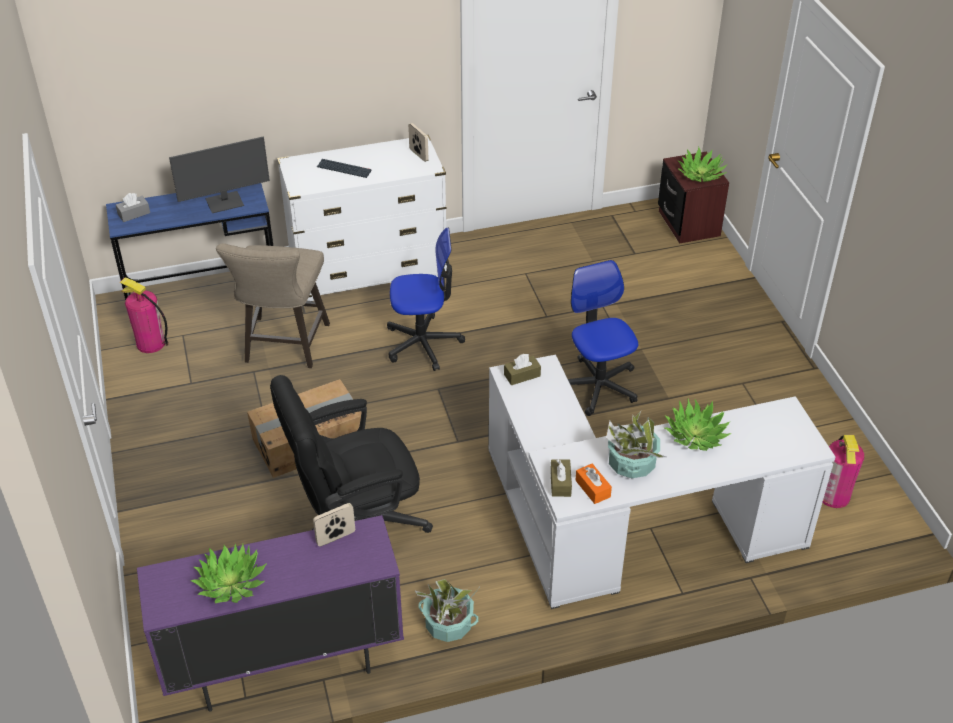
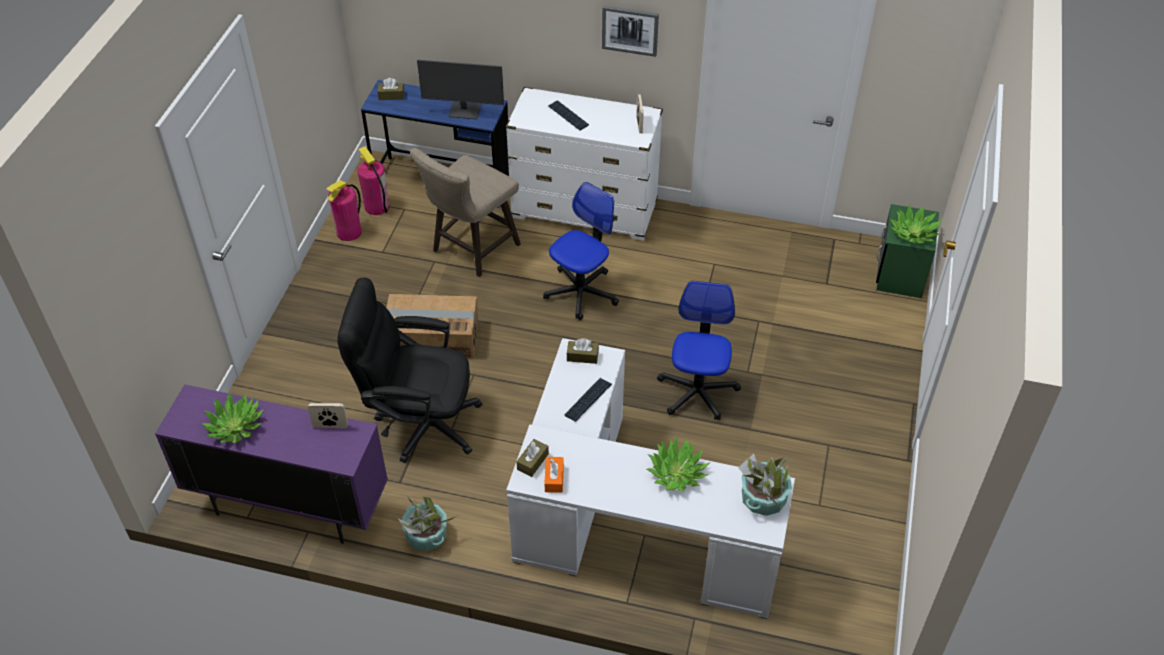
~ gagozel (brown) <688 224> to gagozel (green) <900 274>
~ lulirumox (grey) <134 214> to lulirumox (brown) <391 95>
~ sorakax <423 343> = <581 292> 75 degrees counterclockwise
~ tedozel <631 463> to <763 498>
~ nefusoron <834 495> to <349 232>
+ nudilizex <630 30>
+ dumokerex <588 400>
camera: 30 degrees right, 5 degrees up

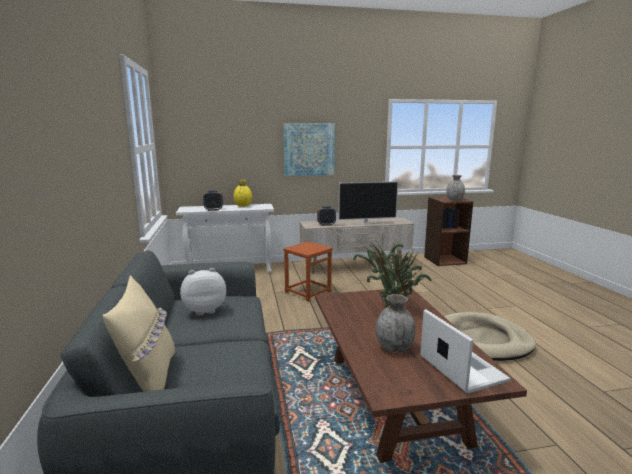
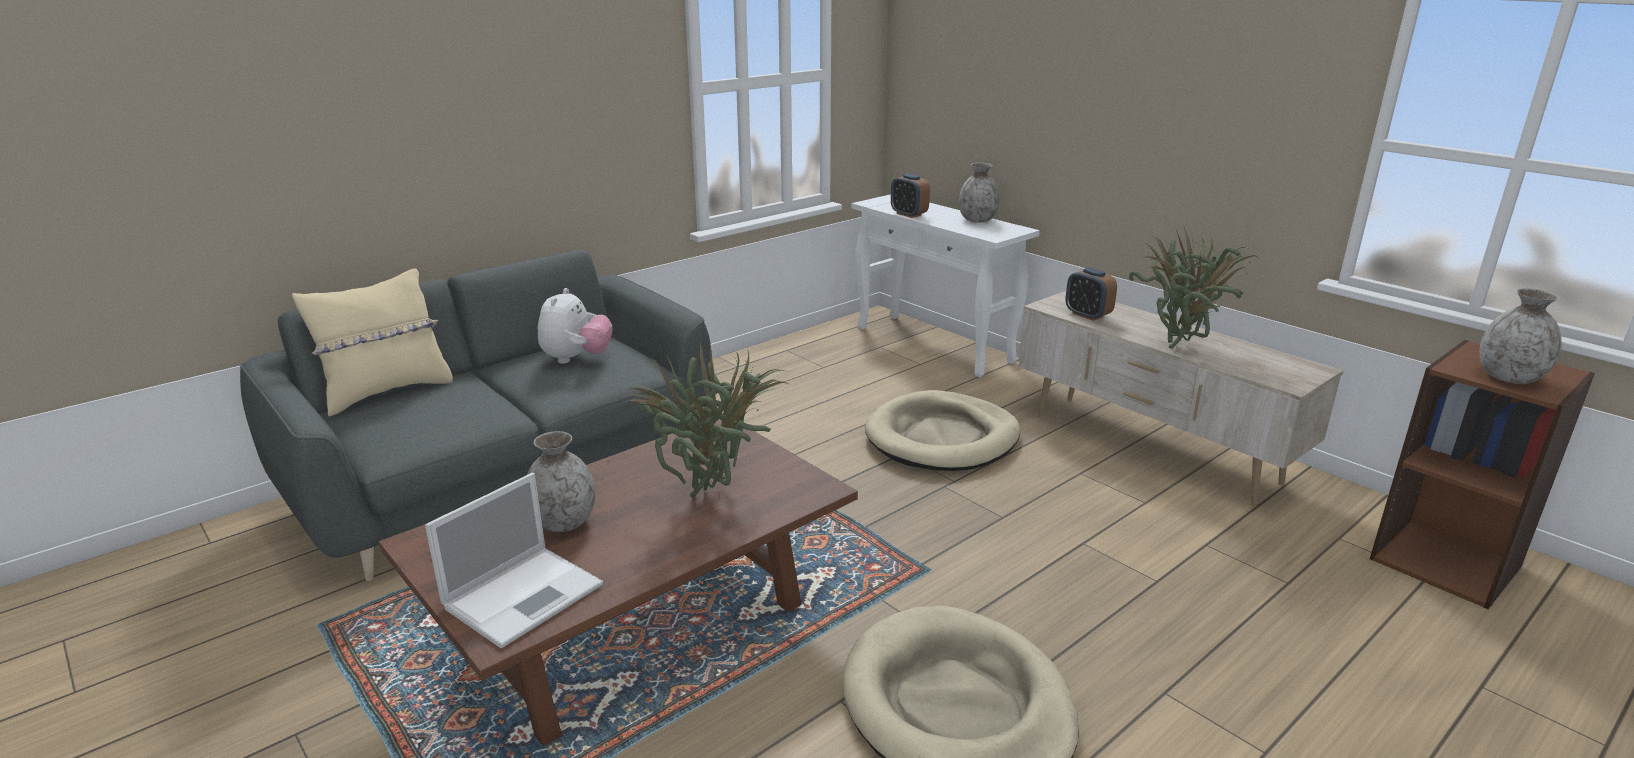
- nudilizex <309 149>
~ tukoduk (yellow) <243 206> to tukoduk (grey) <977 220>
~ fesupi <366 223> to tedozel <1183 346>
~ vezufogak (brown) <308 291> to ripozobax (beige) <942 438>
~ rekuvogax <204 310> = <576 359> 60 degrees clockwise
camera: 60 degrees right, 10 degrees up

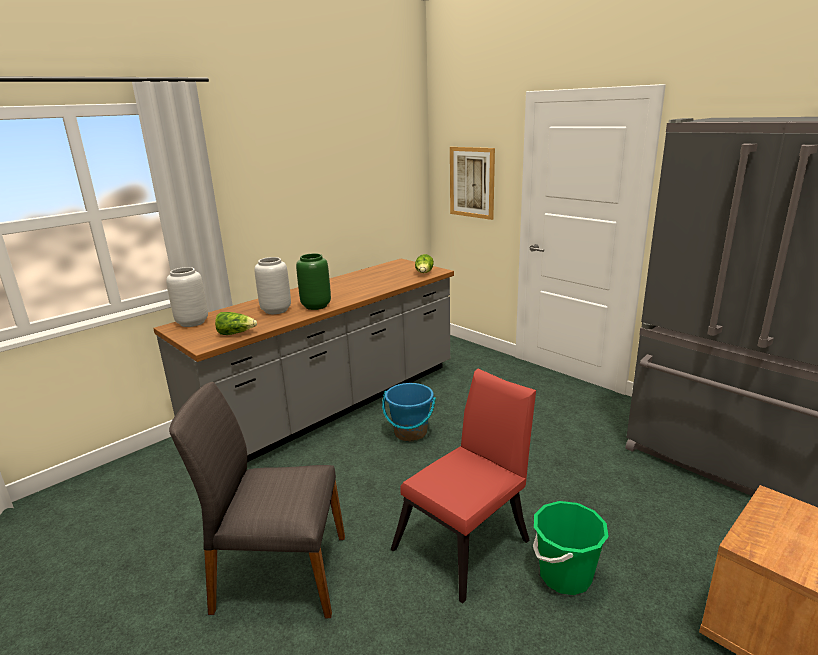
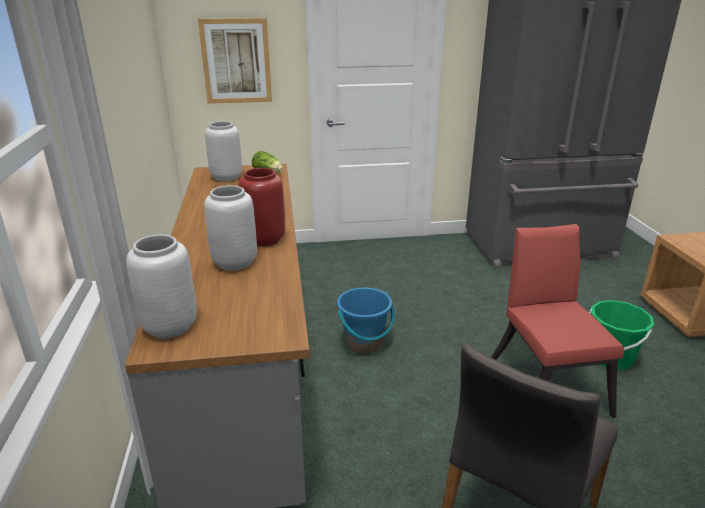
~ tukoduk (green) <316 306> to tukoduk (red) <265 239>
- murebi <236 333>
+ tukoduk (grey) <227 177>
camera: 55 degrees left, 5 degrees up

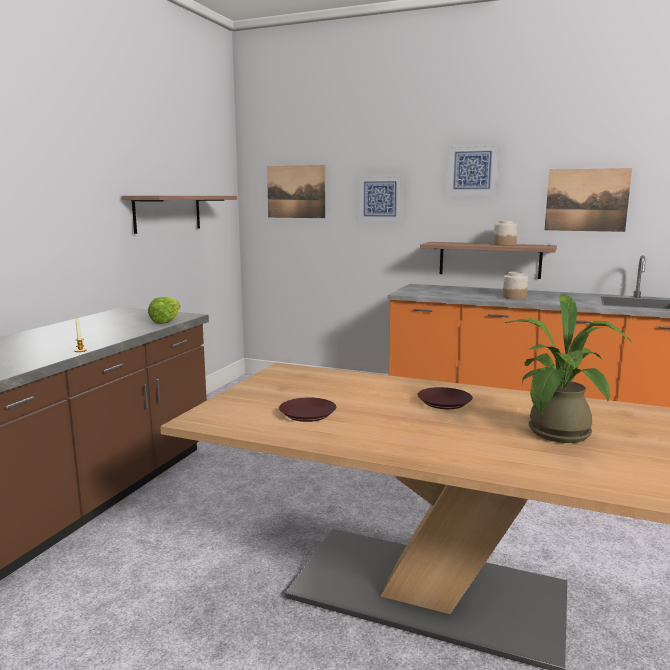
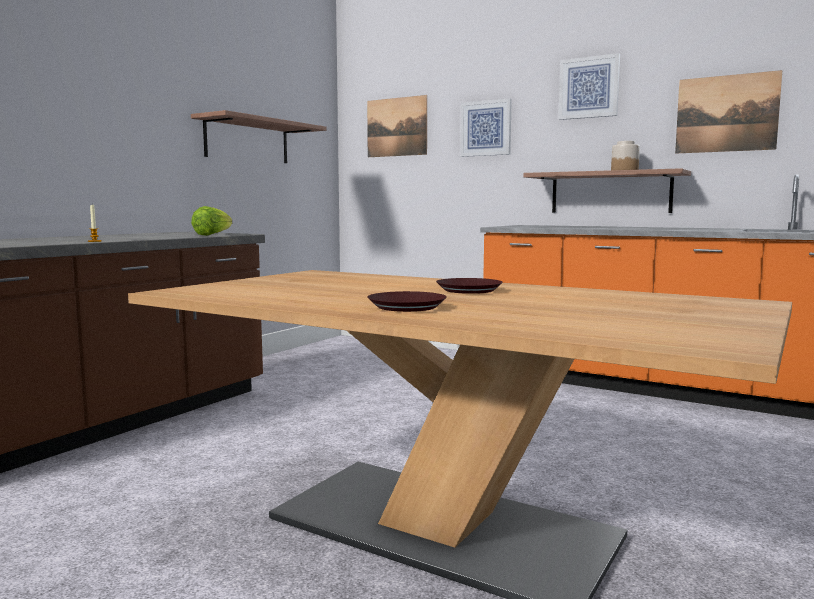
- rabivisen <514 297>
- tedozel <557 436>
~ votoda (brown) <307 414> to <406 307>
camera: 10 degrees right, 5 degrees down

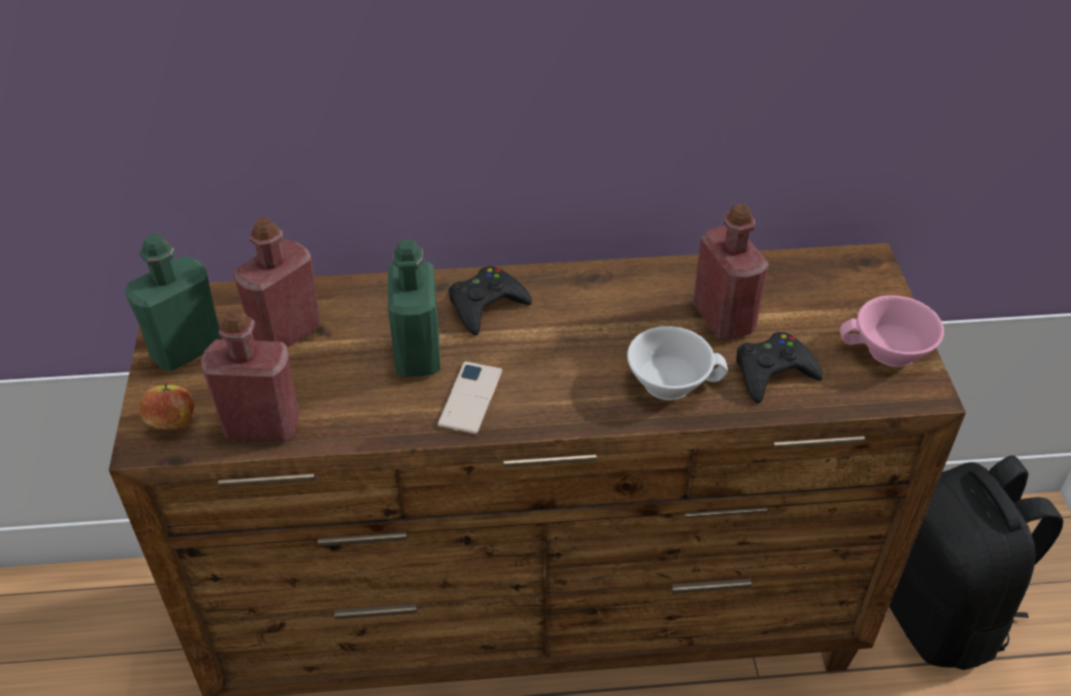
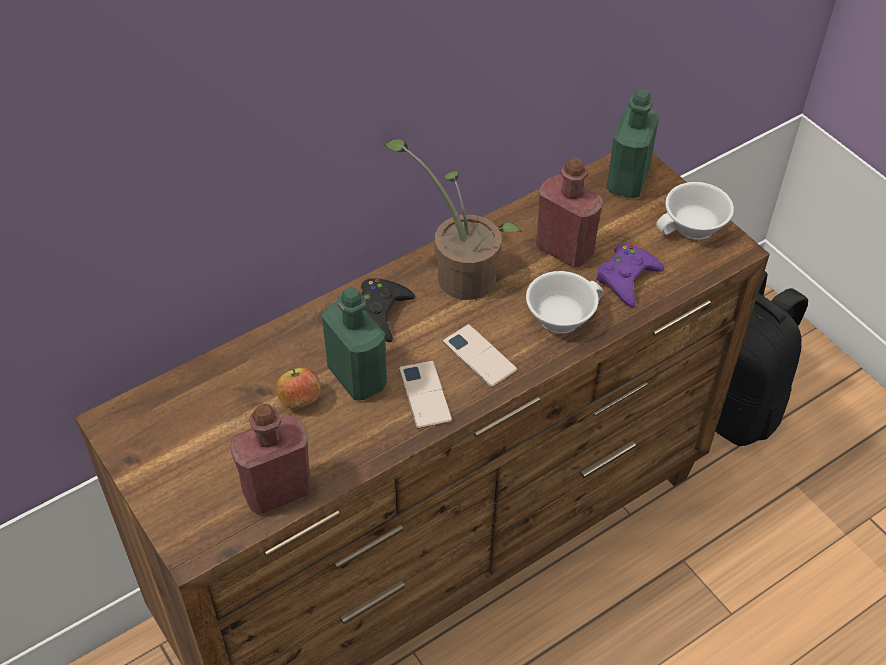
- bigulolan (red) <286 332>
~ bigulolan (green) <187 349> to <627 181>
~ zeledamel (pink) <889 351> to zeledamel (white) <694 228>
~ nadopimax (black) <773 372> to nadopimax (purple) <627 278>
~ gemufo <172 423> to <300 400>
+ tedozel <459 272>
+ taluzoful <479 356>
camera: 30 degrees left, 5 degrees up

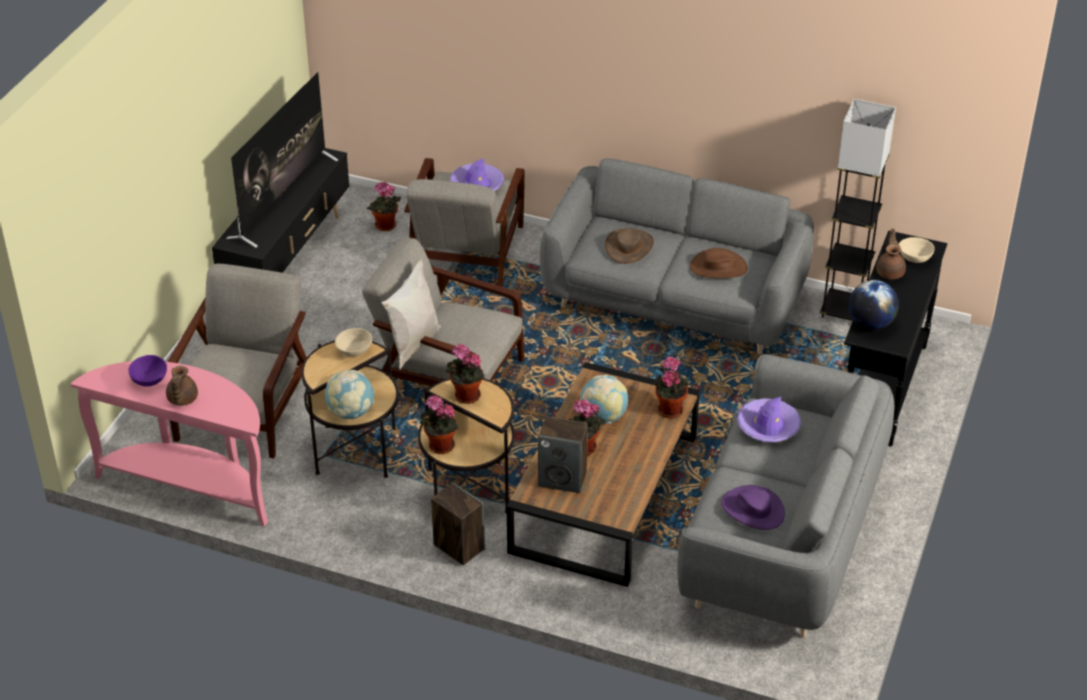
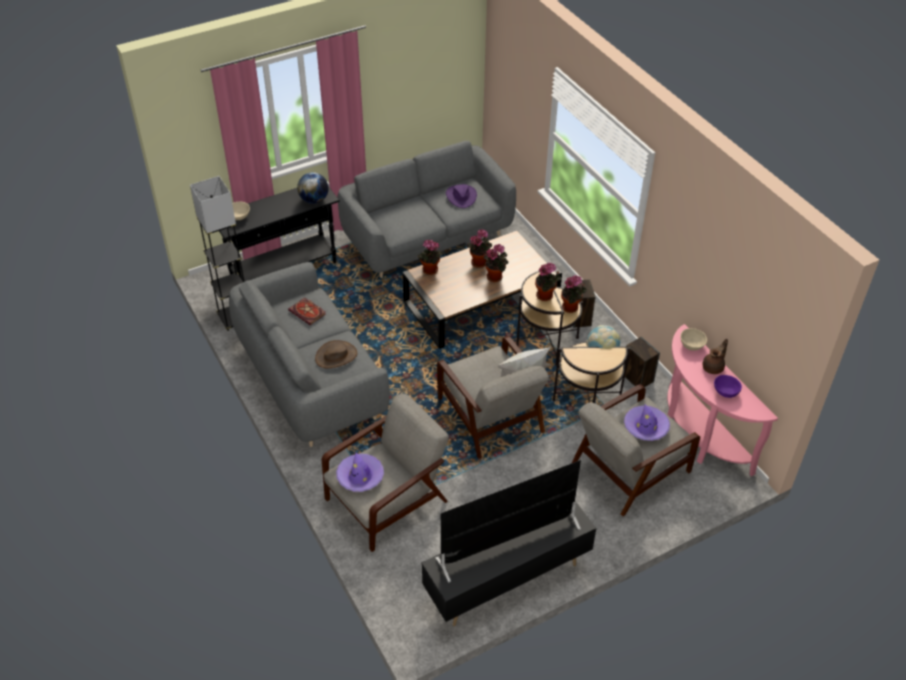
~ tedozel <385 227> to <480 262>
- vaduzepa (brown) <890 272>
~ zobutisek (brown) <718 267> to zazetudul <308 312>
~ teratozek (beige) <355 350> to <691 345>
- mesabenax <603 417>
~ zobutisek (purple) <768 426> to <646 427>
~ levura <563 479> to <637 378>
camera: 140 degrees left, 5 degrees up

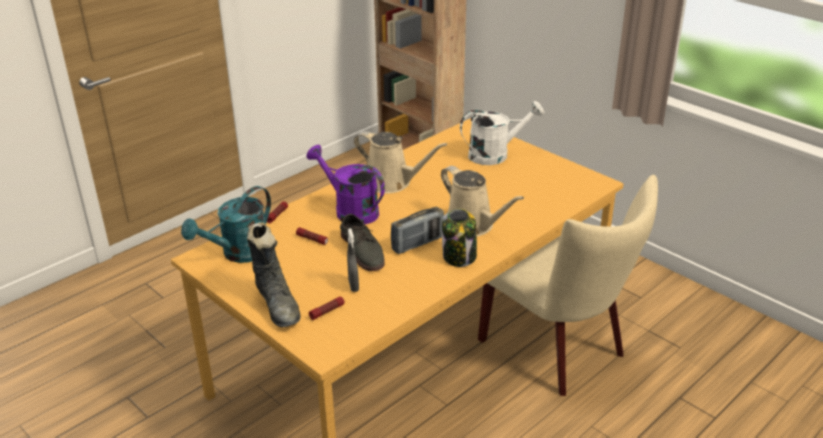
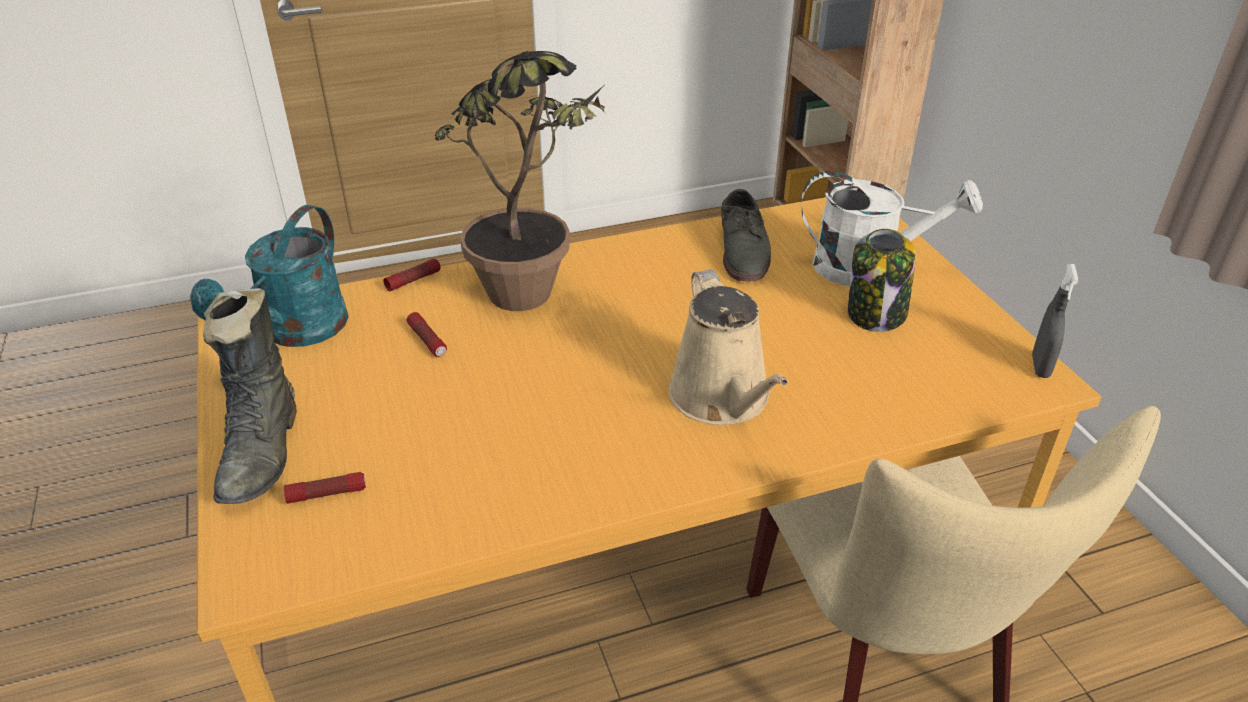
- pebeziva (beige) <392 182>
~ pebeziva (purple) <350 210> to tedozel <533 304>
~ pebeziva (turquoise) <239 254> = <296 332> 45 degrees counterclockwise
- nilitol <417 244>
~ rabivisen <459 256> to <876 314>
~ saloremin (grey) <363 250> to <744 249>
~ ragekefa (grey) <353 285> to <1040 366>
camera: 25 degrees right, 5 degrees up

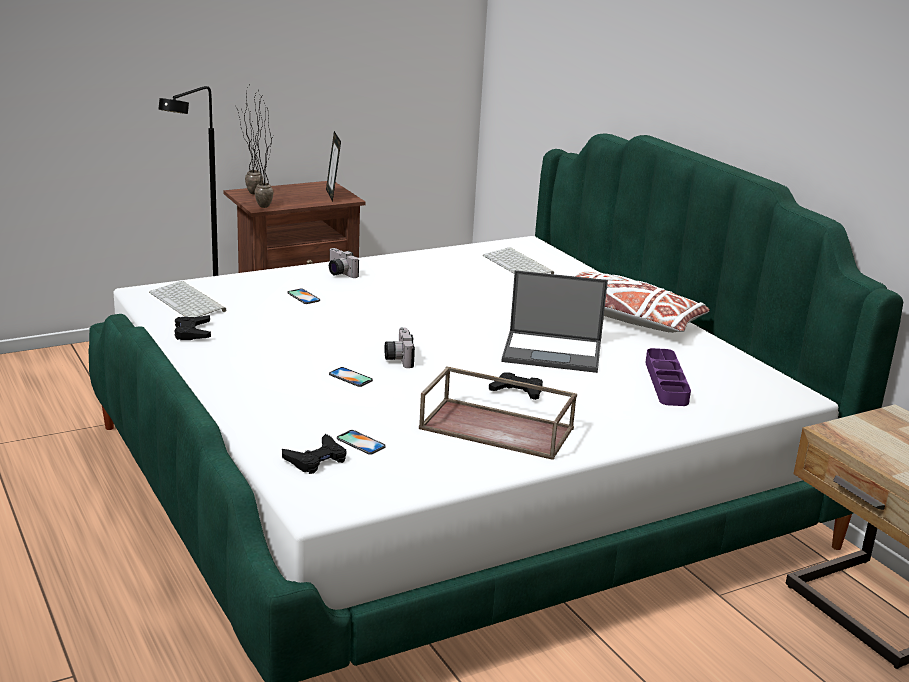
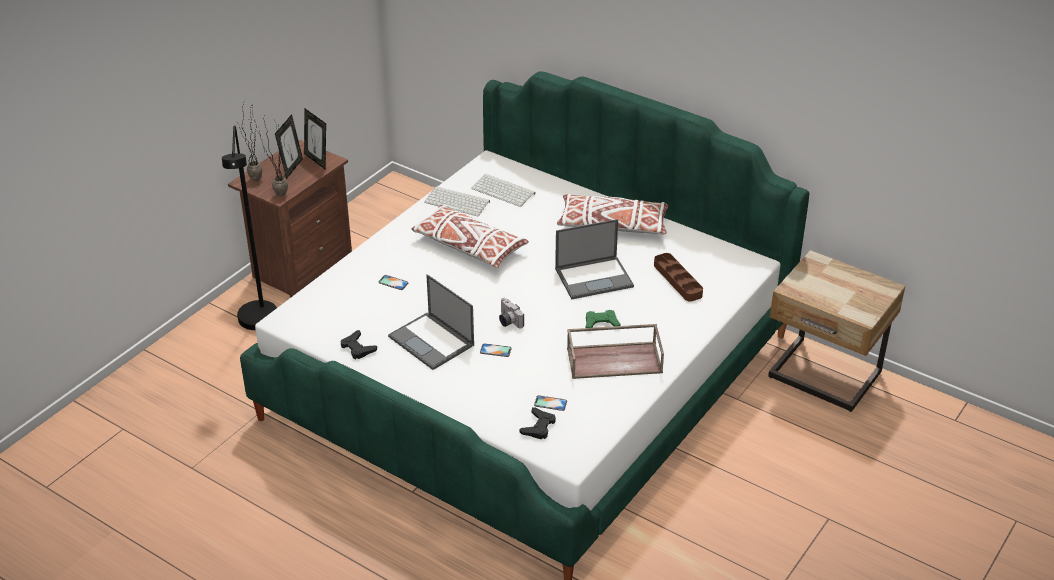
- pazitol <338 273>
~ dumokerex <189 302> to <458 202>
~ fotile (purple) <666 382> to fotile (brown) <677 280>
~ nadopimax (black) <517 391> to nadopimax (green) <601 323>
+ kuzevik <291 168>
+ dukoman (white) <469 246>
+ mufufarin <432 341>
camera: 25 degrees left, 15 degrees up

